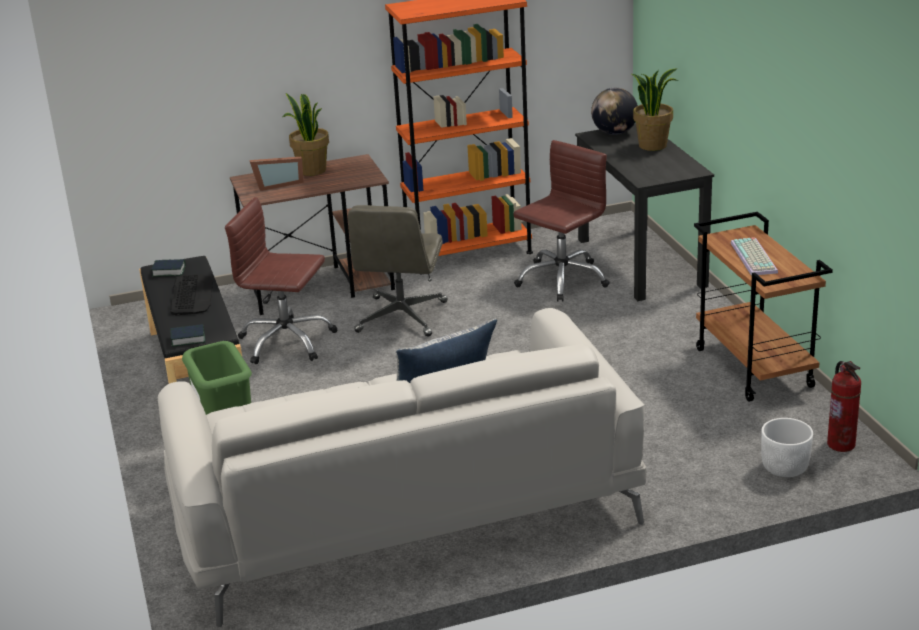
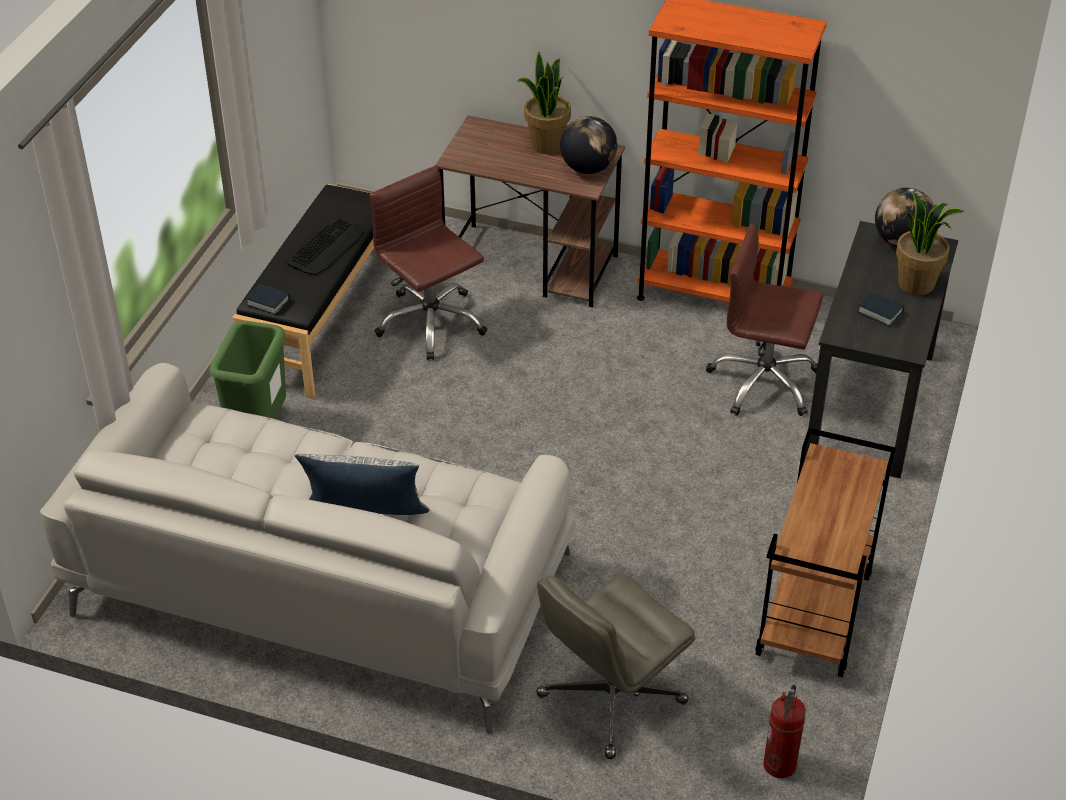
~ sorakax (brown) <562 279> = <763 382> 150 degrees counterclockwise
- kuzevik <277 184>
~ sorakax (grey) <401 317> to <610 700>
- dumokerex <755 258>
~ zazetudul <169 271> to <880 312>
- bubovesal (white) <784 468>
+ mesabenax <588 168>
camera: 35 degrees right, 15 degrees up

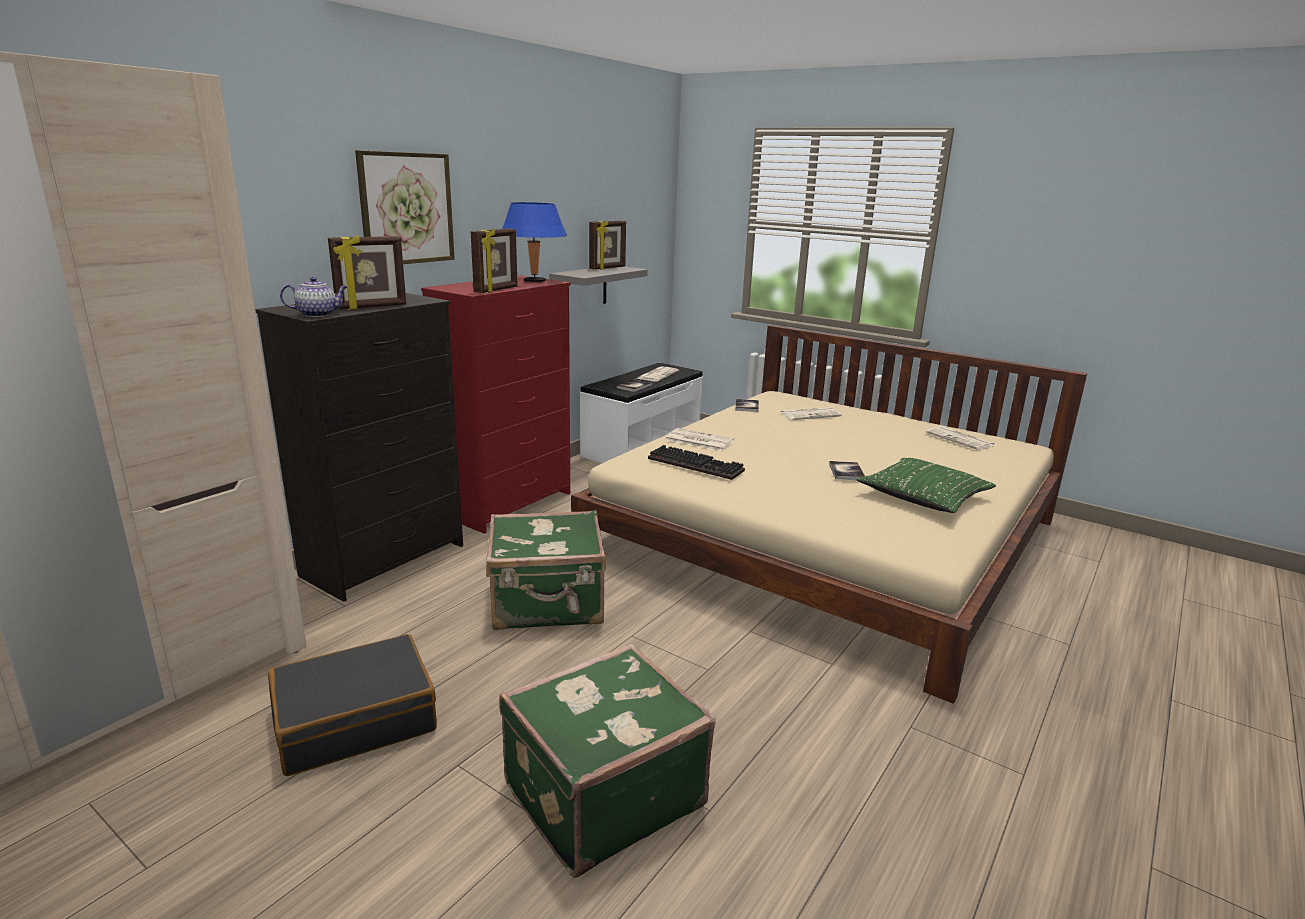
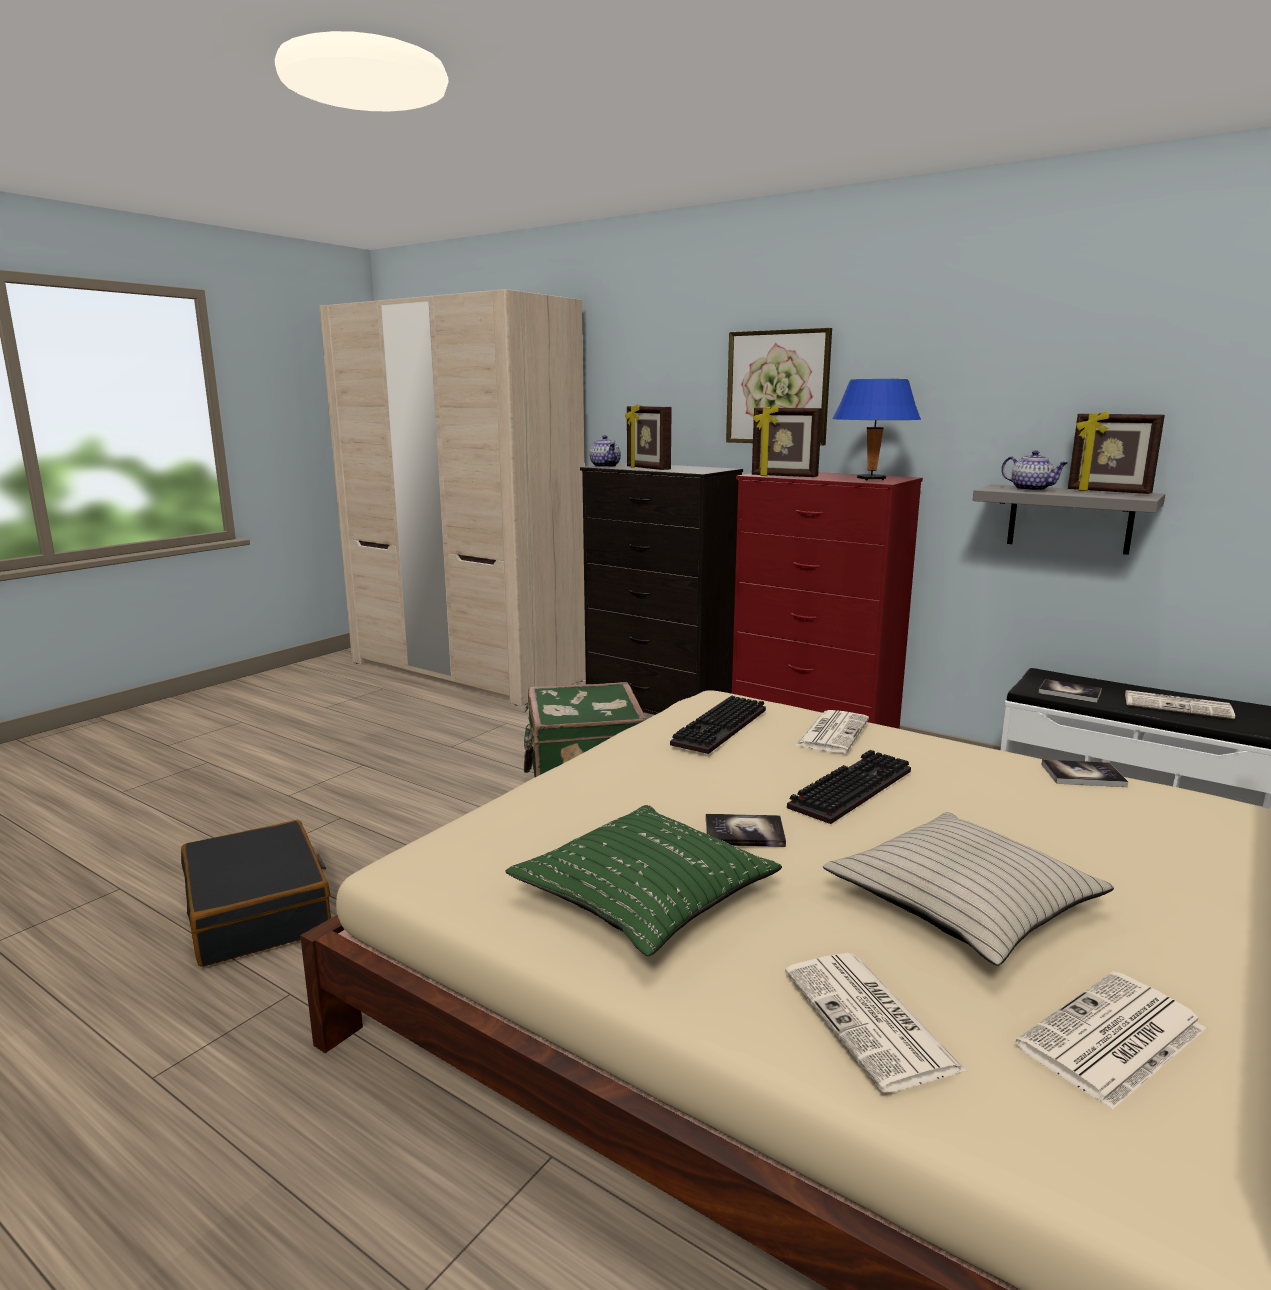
~ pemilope <810 414> to <872 1021>
~ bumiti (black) <355 719> to <259 911>
- bumiti (green) <601 794>
+ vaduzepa <1032 489>
+ dumokerex <850 787>
+ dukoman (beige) <964 904>
camera: 90 degrees right, 5 degrees down

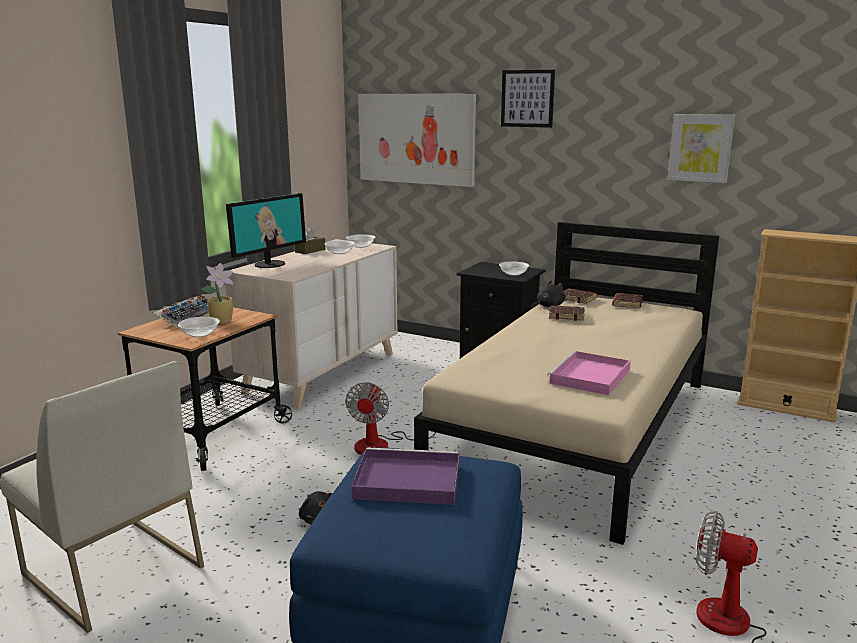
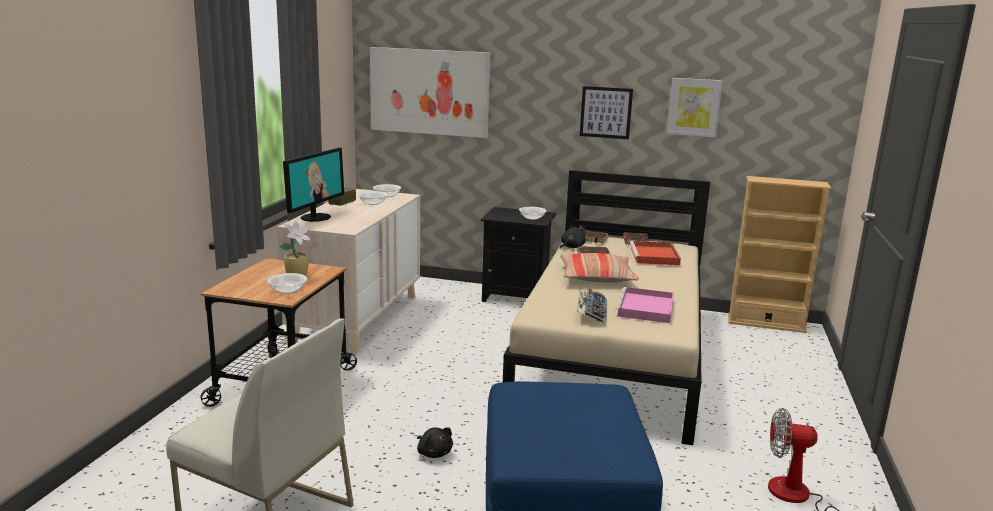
~ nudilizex <527 98> to <606 112>
~ dumokerex <188 316> to <591 312>
- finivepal <383 445>
- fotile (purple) <405 481>
+ fotile (red) <655 256>
+ dukoman <596 277>
camera: 15 degrees left, 0 degrees up

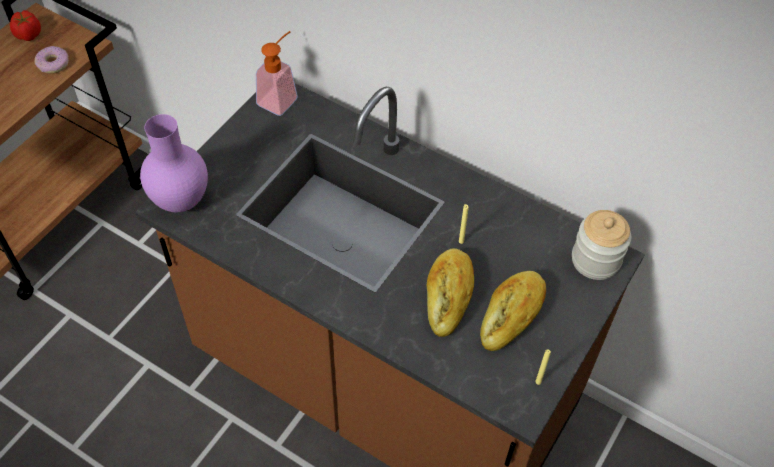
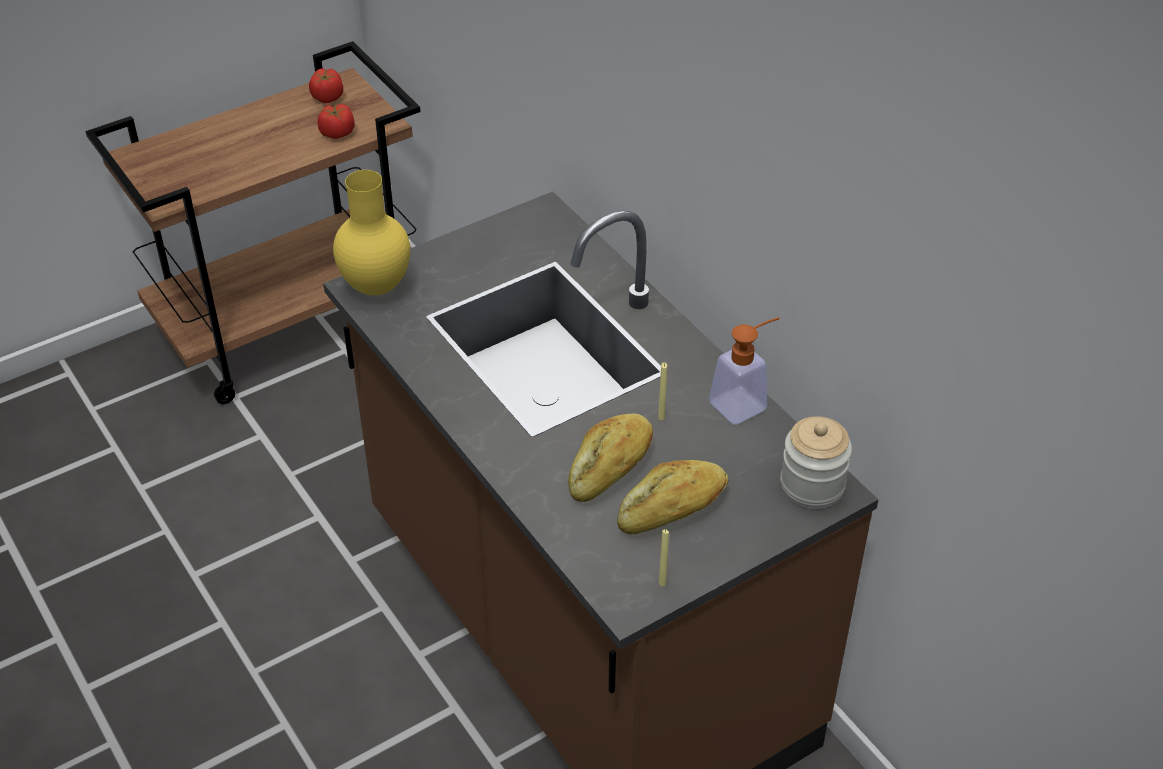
~ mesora <281 97> to <745 402>
~ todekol <53 64> to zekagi <337 133>
~ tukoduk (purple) <182 201> to tukoduk (yellow) <378 287>
camera: 25 degrees right, 10 degrees down

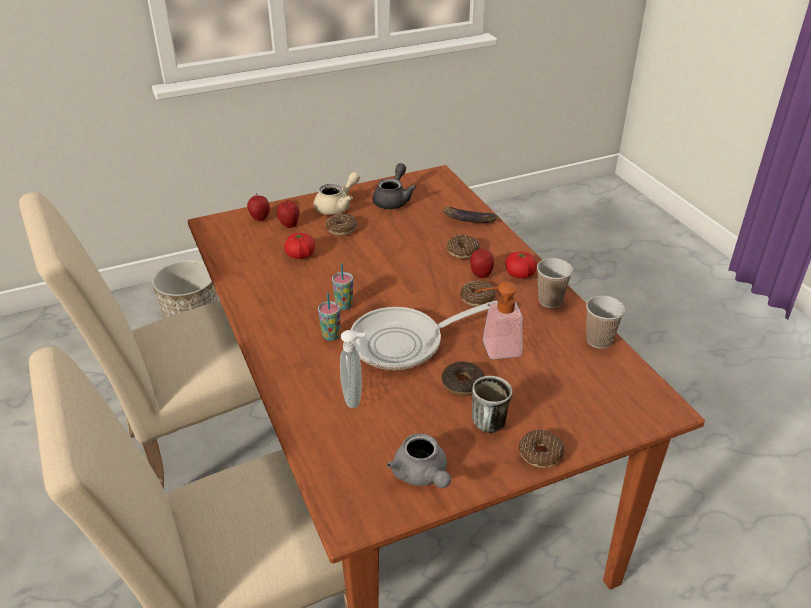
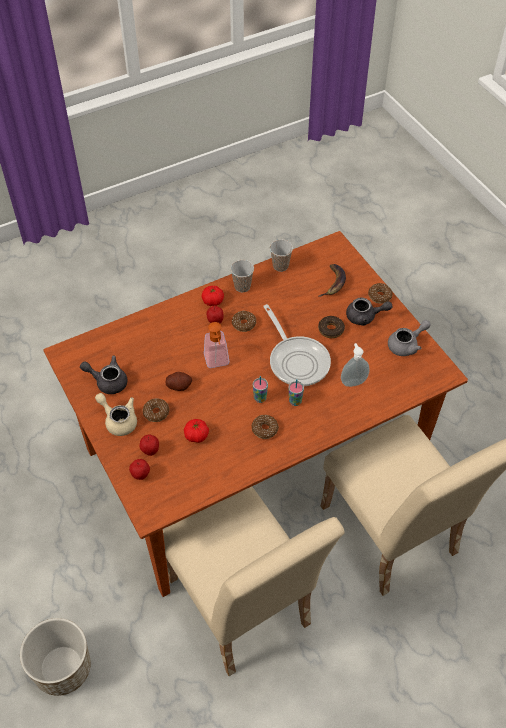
~ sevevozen <467 219> to <333 283>
~ todekol <462 251> to <264 429>
~ mesora <494 349> to <217 363>
~ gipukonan <489 428> to vaduzepa (grey) <365 317>
+ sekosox <179 386>
camera: 95 degrees left, 15 degrees up

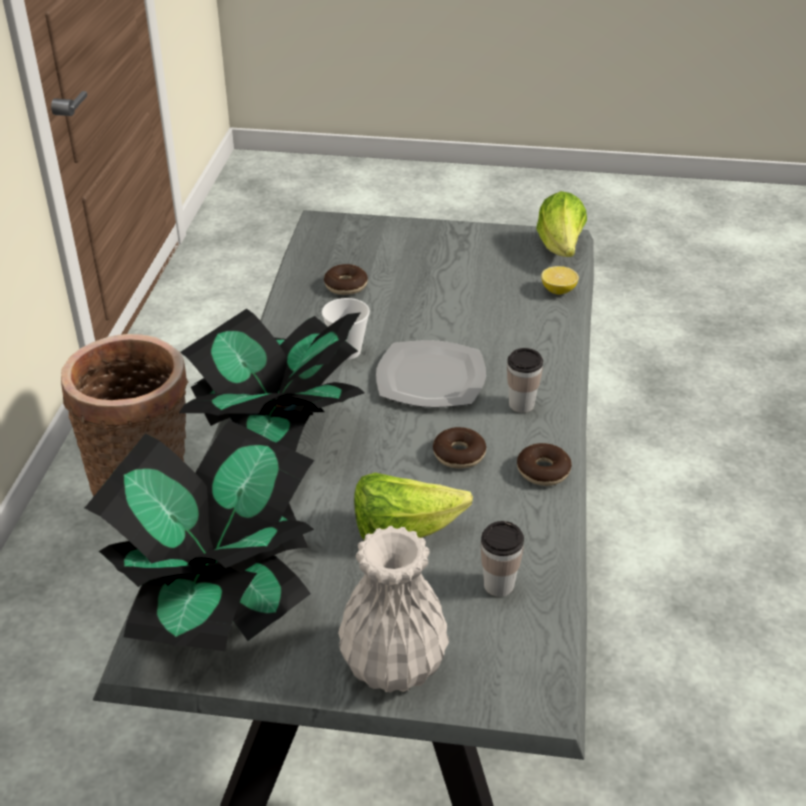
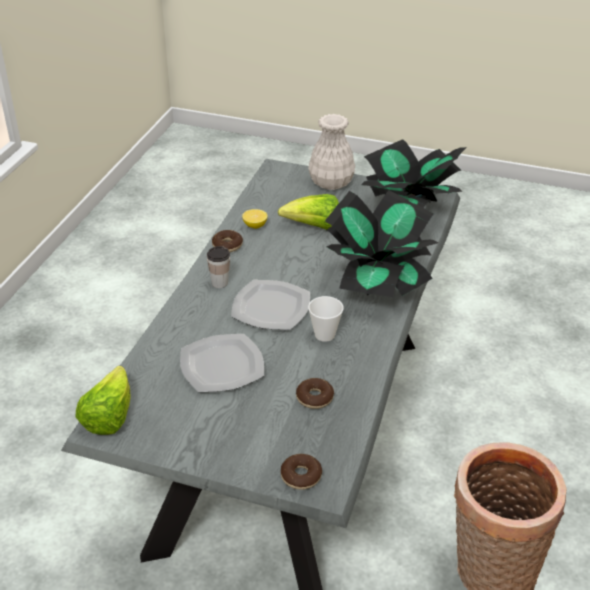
~ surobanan <558 290> to <255 225>
~ todekol <459 454> to <301 476>
- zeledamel <499 585>
+ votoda <223 366>
camera: 170 degrees left, 0 degrees up

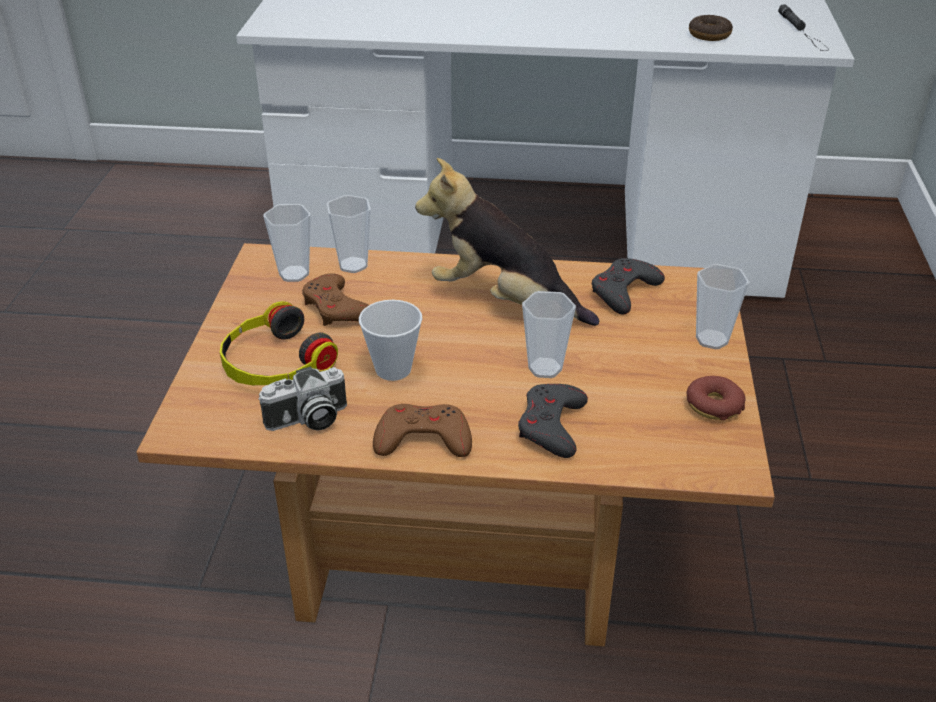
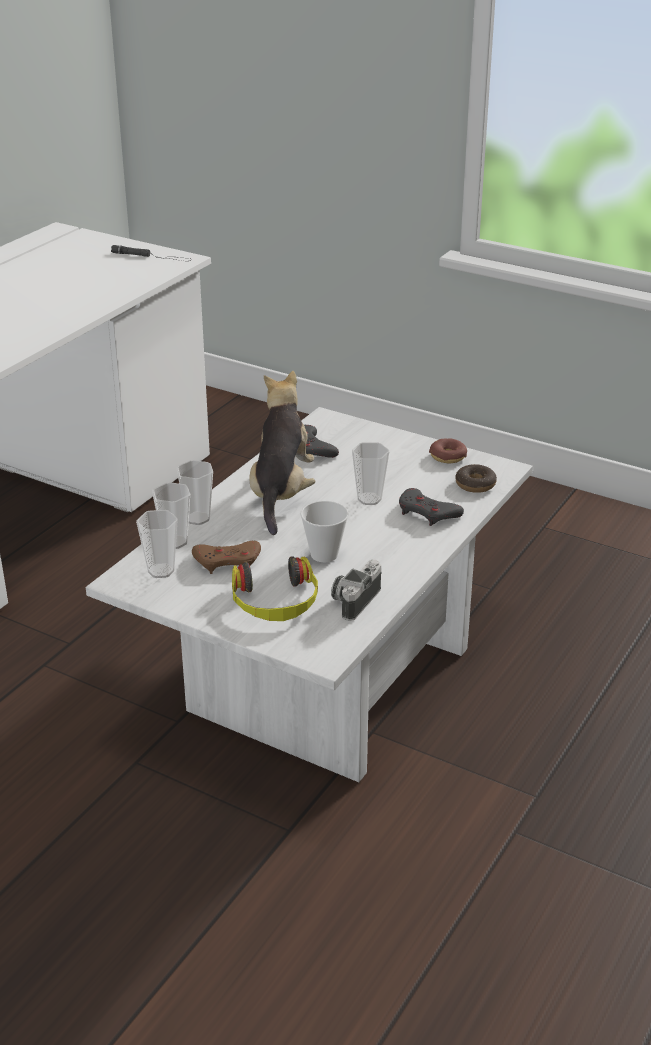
~ todekol <709 35> to <475 484>
~ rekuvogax <503 301> = <281 493> 135 degrees clockwise
~ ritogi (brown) <467 527> to ritogi (white) <325 674>
~ zeledamel <712 339> to <197 518>
~ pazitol <308 420> = <355 600> 150 degrees counterclockwise
- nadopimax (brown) <423 439>
camera: 65 degrees left, 5 degrees down

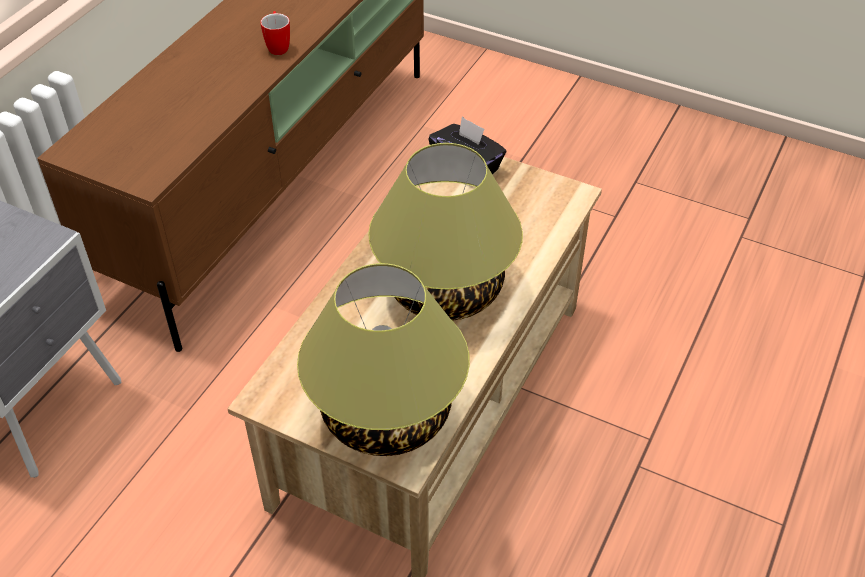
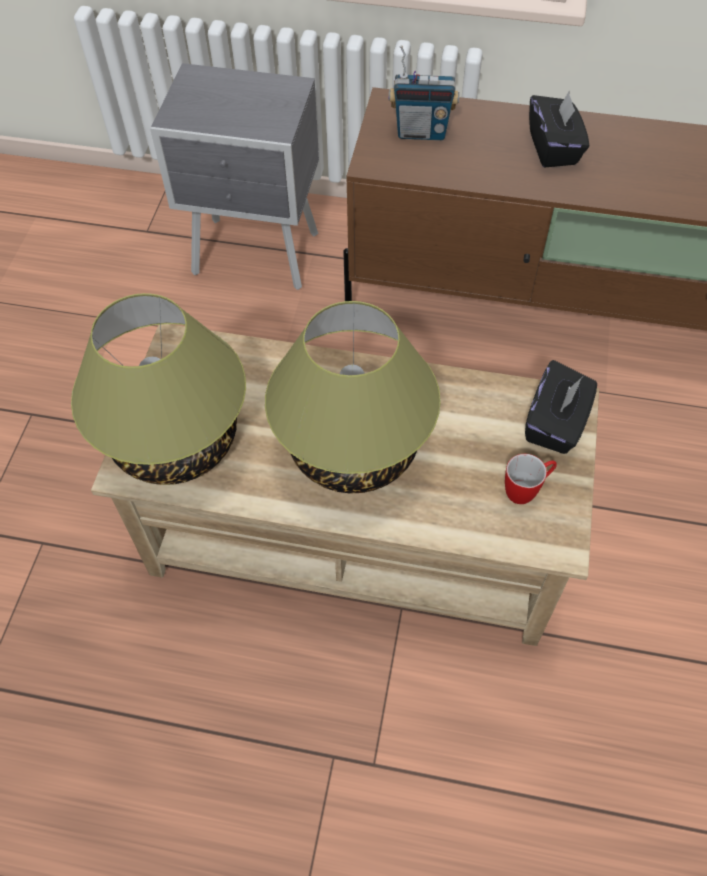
~ gipukonan <278 46> to <526 490>
+ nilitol <421 132>
+ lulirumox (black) <553 148>
camera: 75 degrees right, 10 degrees up

